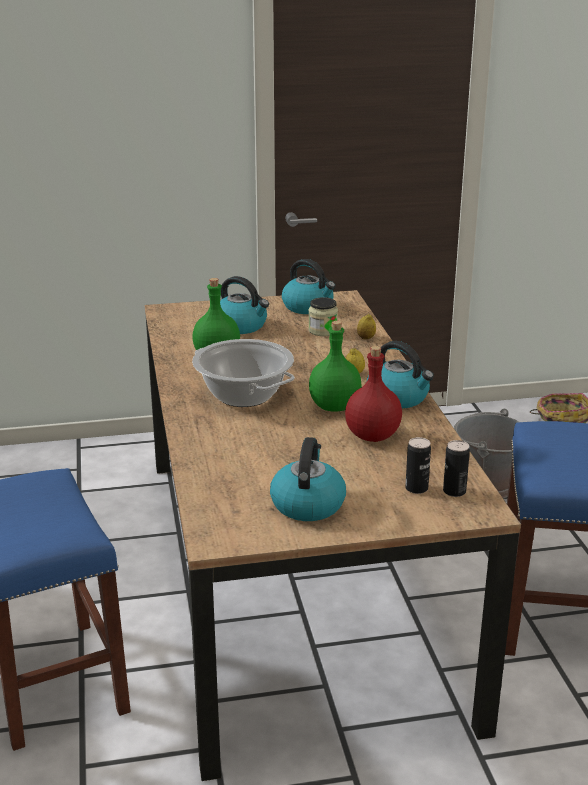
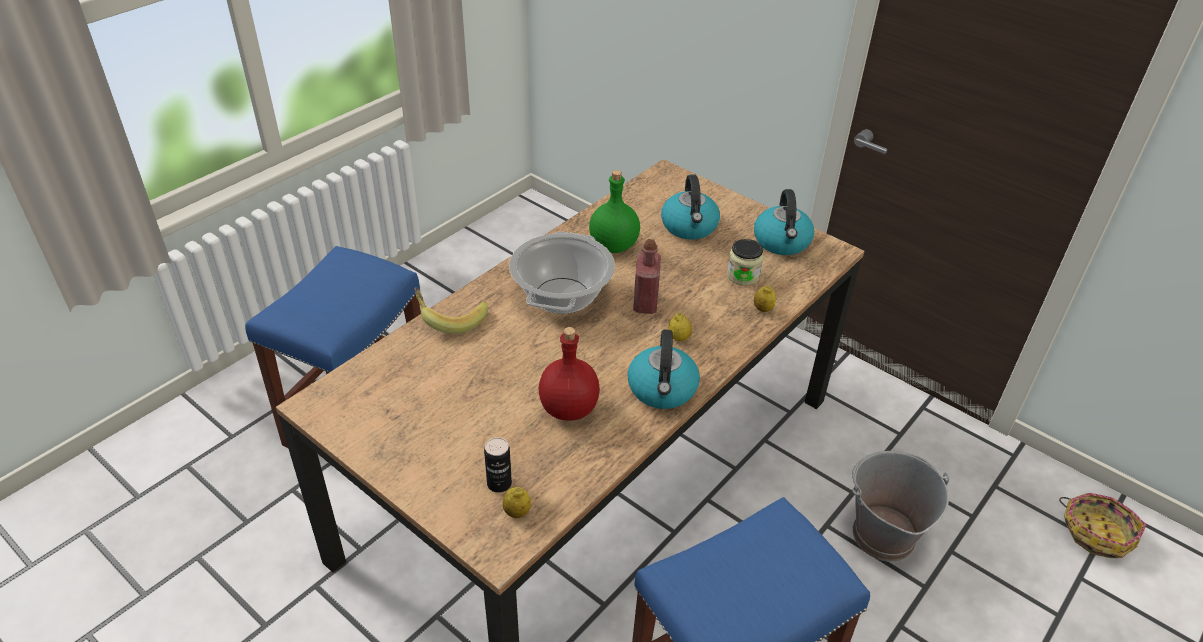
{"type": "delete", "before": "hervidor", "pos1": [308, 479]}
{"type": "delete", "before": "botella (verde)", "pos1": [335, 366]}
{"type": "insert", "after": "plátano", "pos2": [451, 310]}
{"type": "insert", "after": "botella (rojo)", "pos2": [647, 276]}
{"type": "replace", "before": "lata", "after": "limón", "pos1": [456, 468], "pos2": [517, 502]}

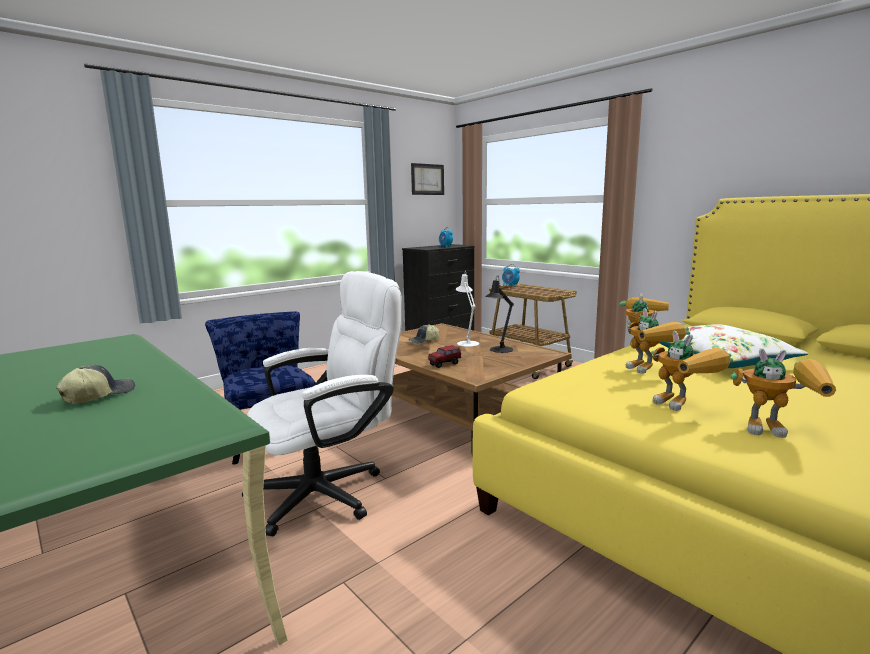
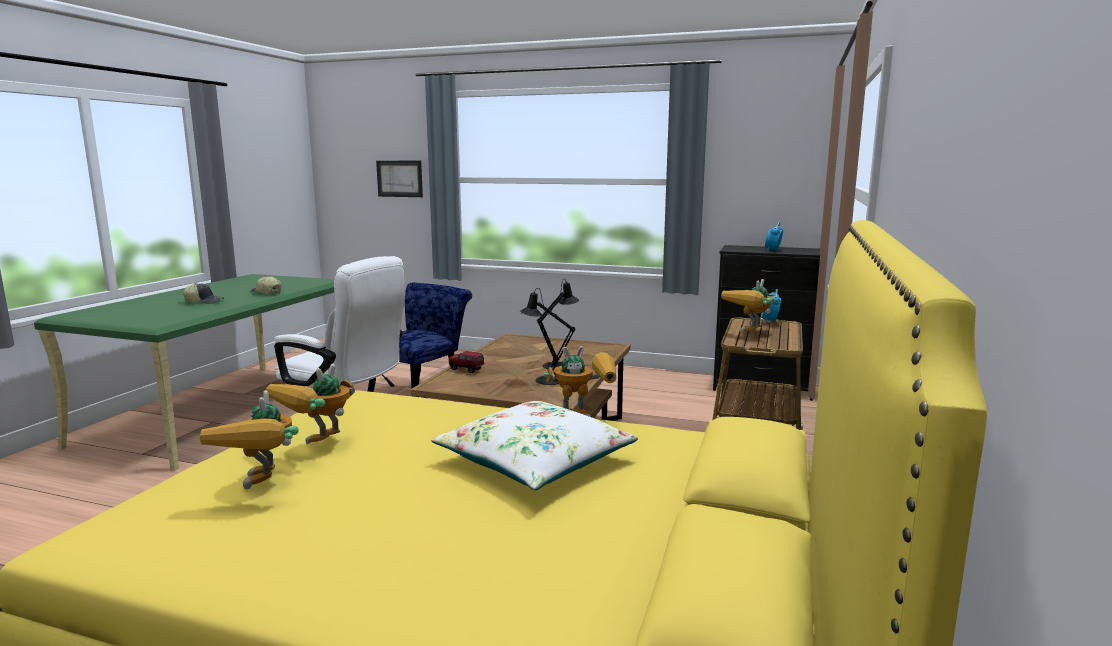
{"type": "move", "before": "gorra", "pos1": [423, 334], "pos2": [266, 285]}
{"type": "move", "before": "cuadro", "pos1": [427, 179], "pos2": [399, 179]}
{"type": "move", "before": "robot de juguete", "pos1": [658, 341], "pos2": [747, 306]}
{"type": "recolor", "before": "lámpara de mesa (blanco)", "after": "lámpara de mesa (negro)", "pos1": [467, 310], "pos2": [558, 324]}

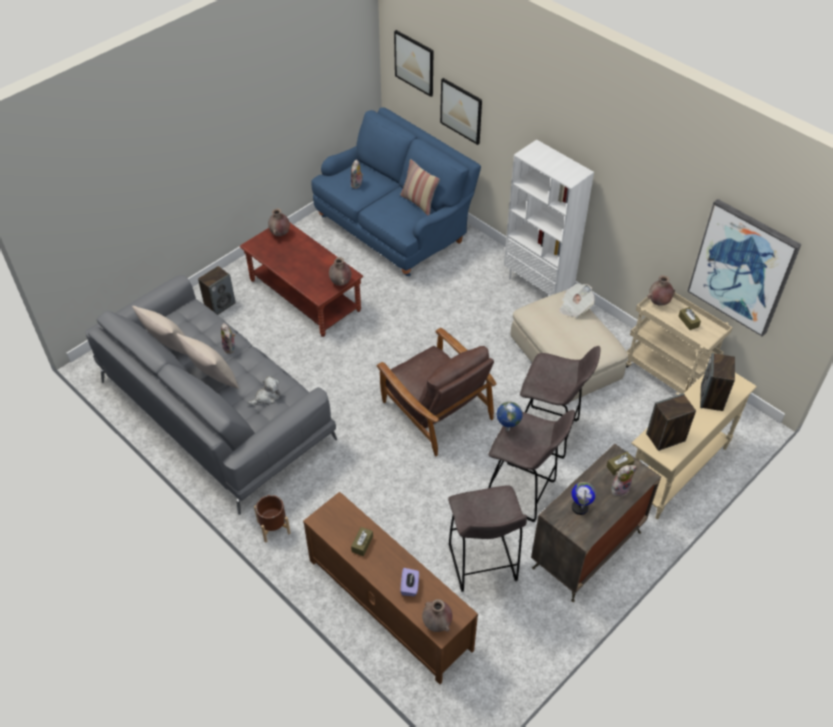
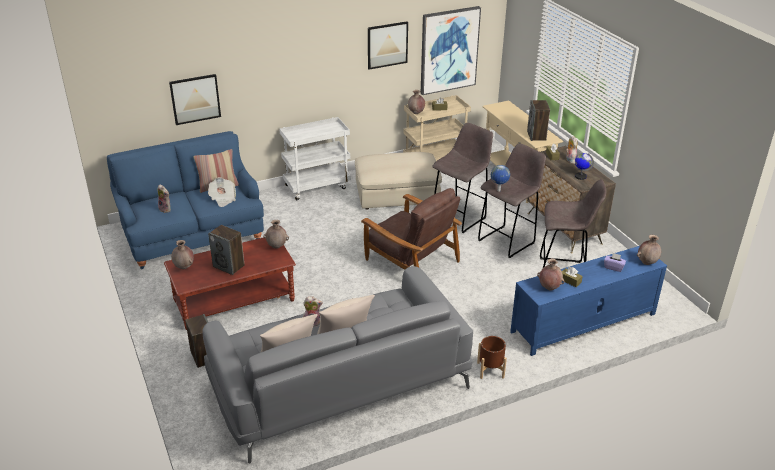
{"type": "delete", "before": "peluche", "pos1": [264, 391]}
{"type": "insert", "after": "florero (marrón)", "pos2": [551, 274]}
{"type": "move", "before": "cuadro", "pos1": [414, 63], "pos2": [388, 45]}
{"type": "move", "before": "periódico", "pos1": [577, 300], "pos2": [222, 192]}
{"type": "move", "before": "altavoz", "pos1": [717, 382], "pos2": [226, 250]}
{"type": "replace", "before": "estantería (blanco)", "after": "carrito (blanco)", "pos1": [549, 217], "pos2": [315, 158]}
{"type": "recolor", "before": "mueble de televisión (marrón)", "after": "mueble de televisión (azul)", "pos1": [390, 588], "pos2": [588, 301]}
{"type": "rotate", "before": "sillón (marrón)", "pos1": [437, 392], "pos2": [411, 229], "turn": 60}

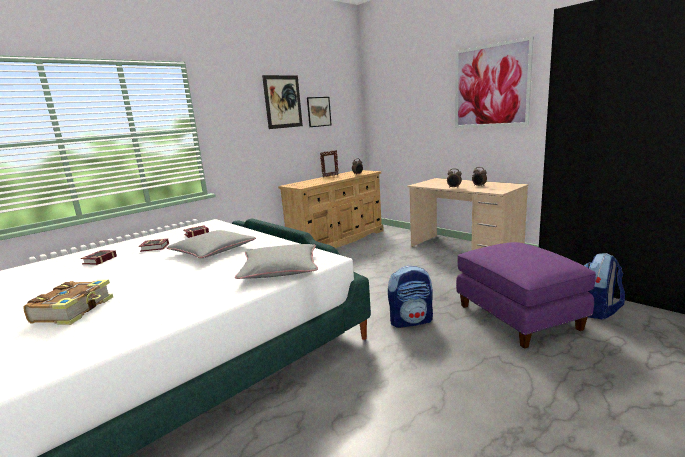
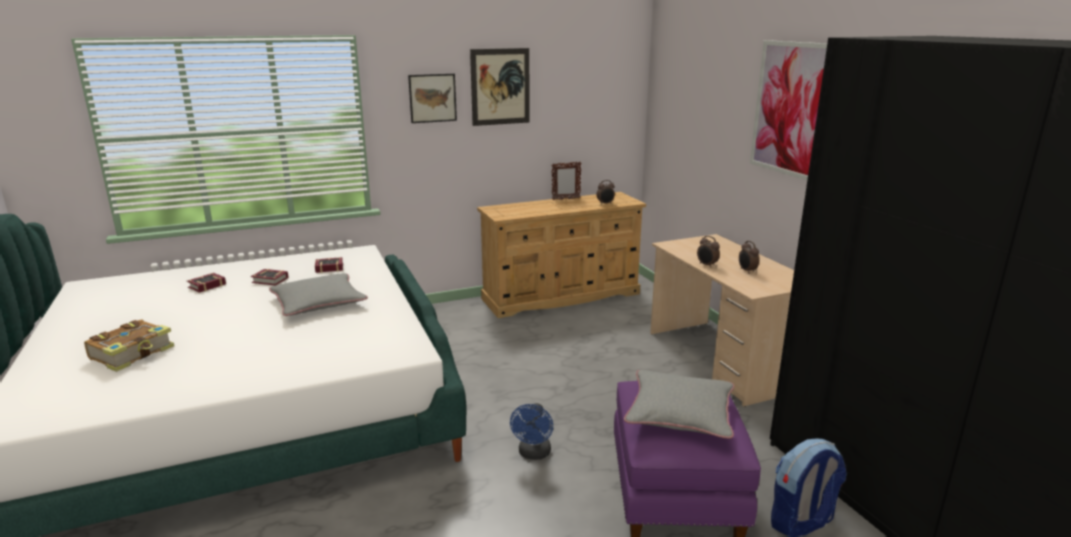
{"type": "move", "before": "cojín (gris)", "pos1": [276, 261], "pos2": [679, 404]}
{"type": "move", "before": "cuadro", "pos1": [319, 112], "pos2": [432, 98]}
{"type": "replace", "before": "mochila", "after": "ventilador (azul)", "pos1": [410, 297], "pos2": [531, 431]}

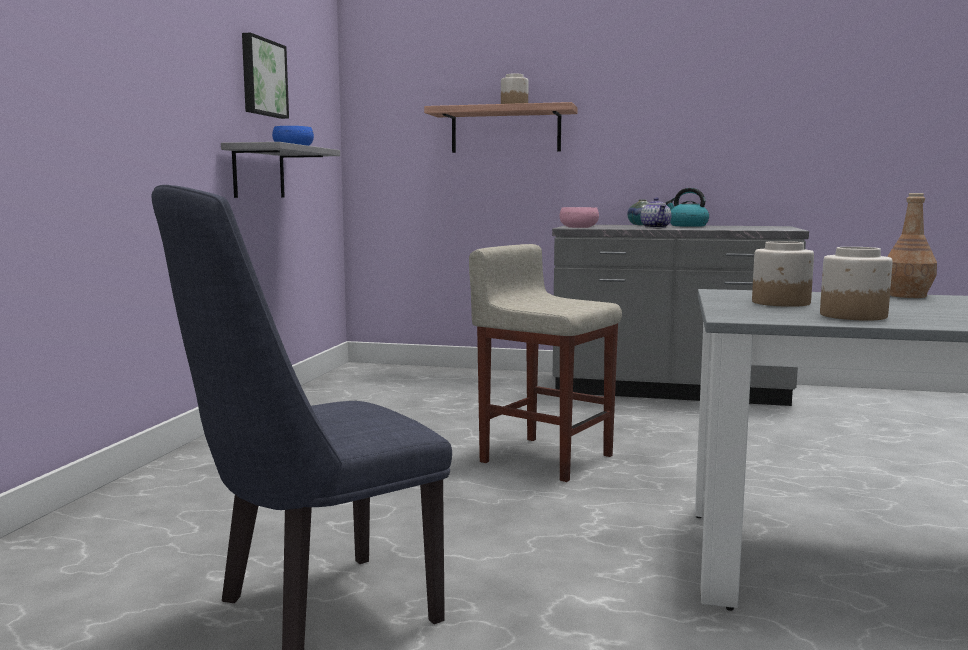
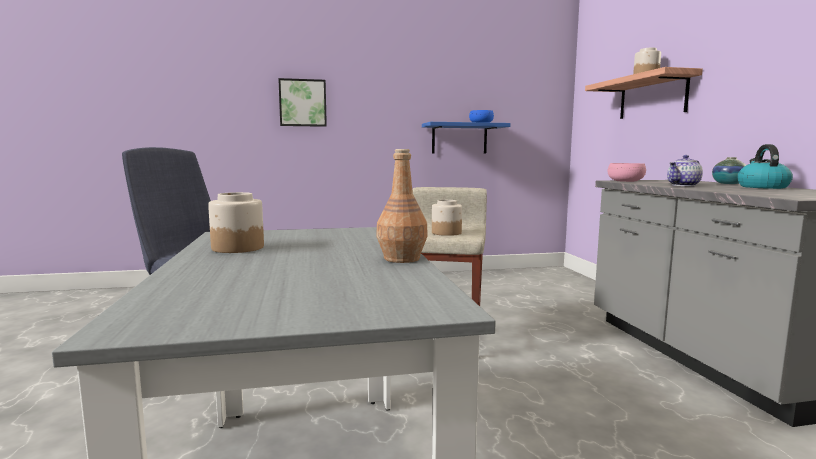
{"type": "move", "before": "cuadro", "pos1": [265, 75], "pos2": [302, 102]}
{"type": "move", "before": "tarro", "pos1": [783, 274], "pos2": [447, 218]}
{"type": "recolor", "before": "estante (gris)", "after": "estante (azul)", "pos1": [280, 170], "pos2": [466, 138]}

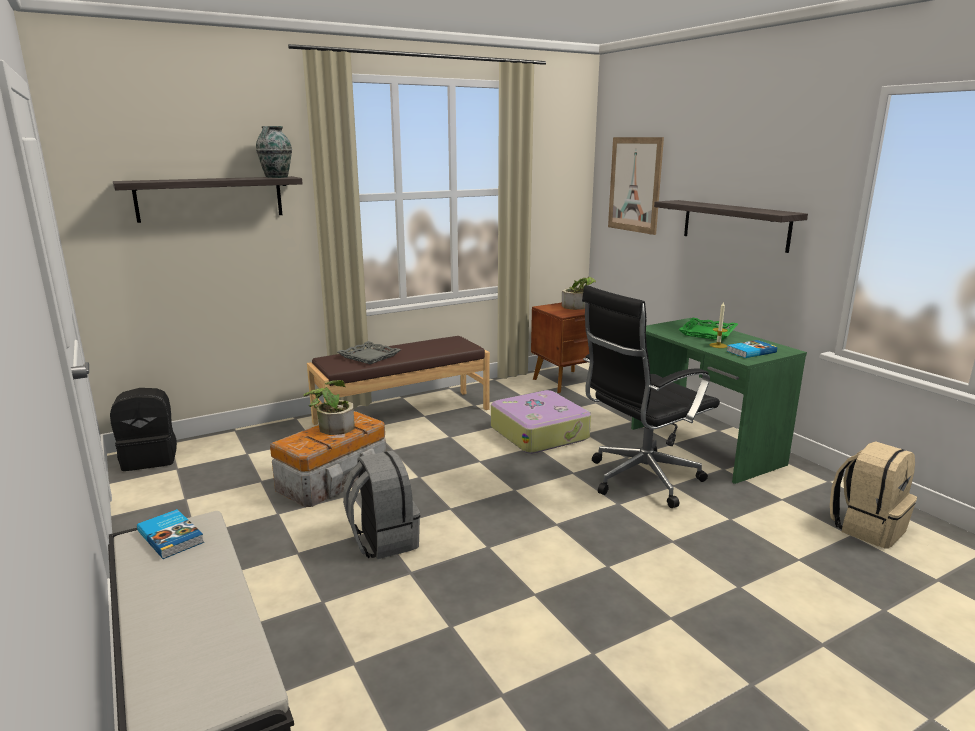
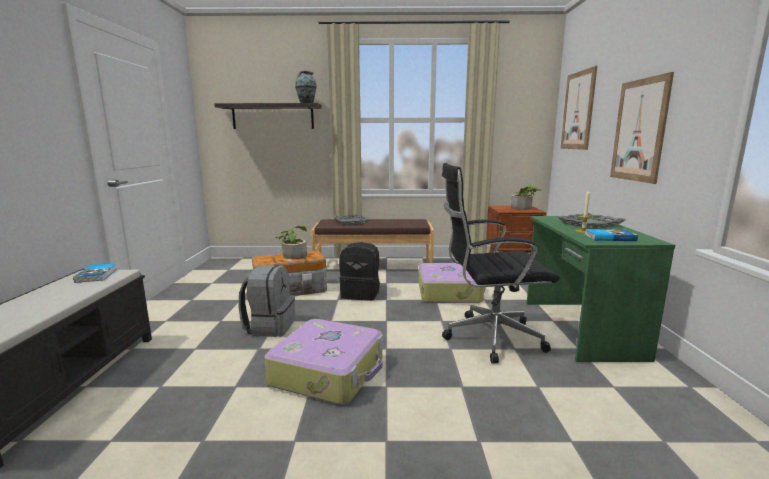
{"type": "delete", "before": "mochila (beis)", "pos1": [873, 495]}
{"type": "insert", "after": "maleta", "pos2": [323, 361]}
{"type": "move", "before": "mochila (negro)", "pos1": [143, 429], "pos2": [359, 271]}
{"type": "replace", "before": "estante", "after": "cuadro", "pos1": [731, 226], "pos2": [642, 128]}
{"type": "recolor", "before": "bandeja (verde)", "after": "bandeja (gris)", "pos1": [708, 329], "pos2": [592, 221]}

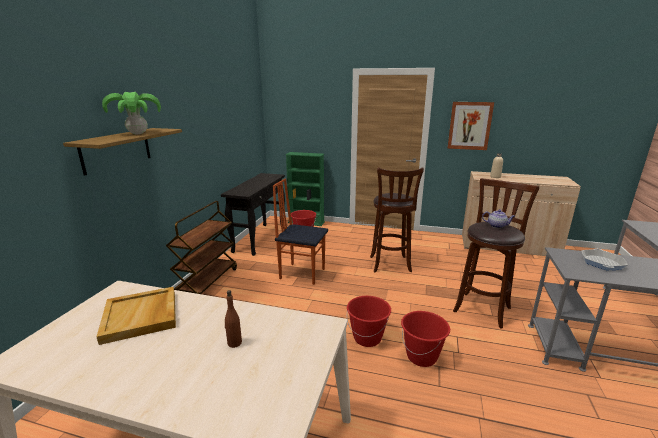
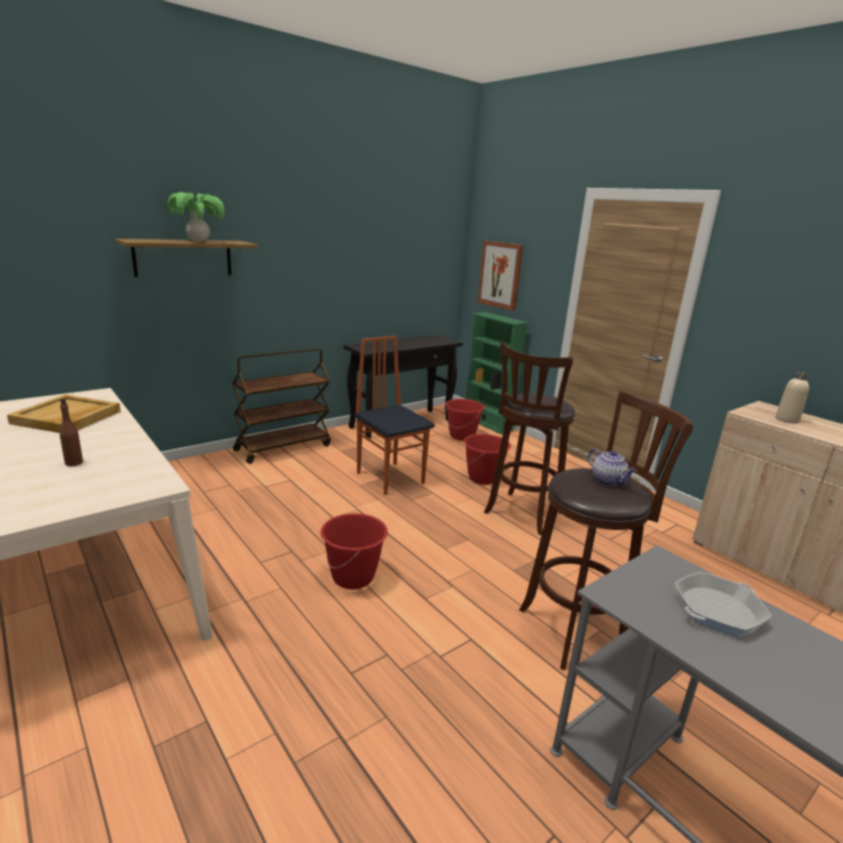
{"type": "move", "before": "cubo (rojo)", "pos1": [425, 339], "pos2": [487, 459]}
{"type": "move", "before": "cuadro", "pos1": [471, 126], "pos2": [500, 276]}

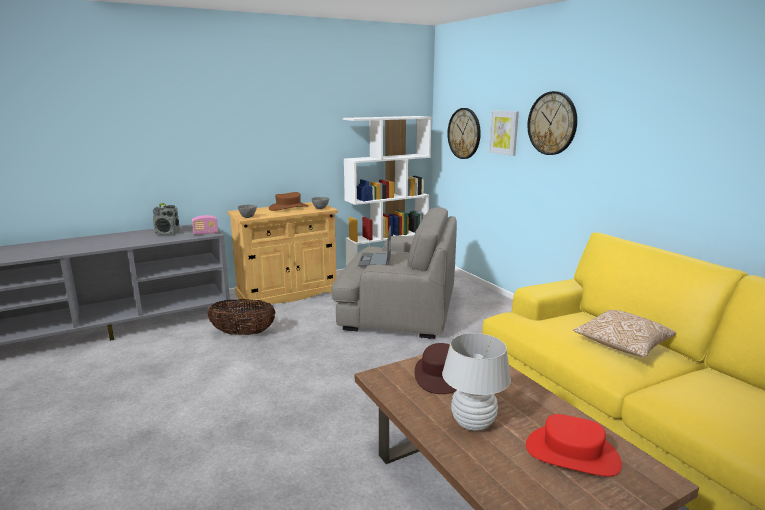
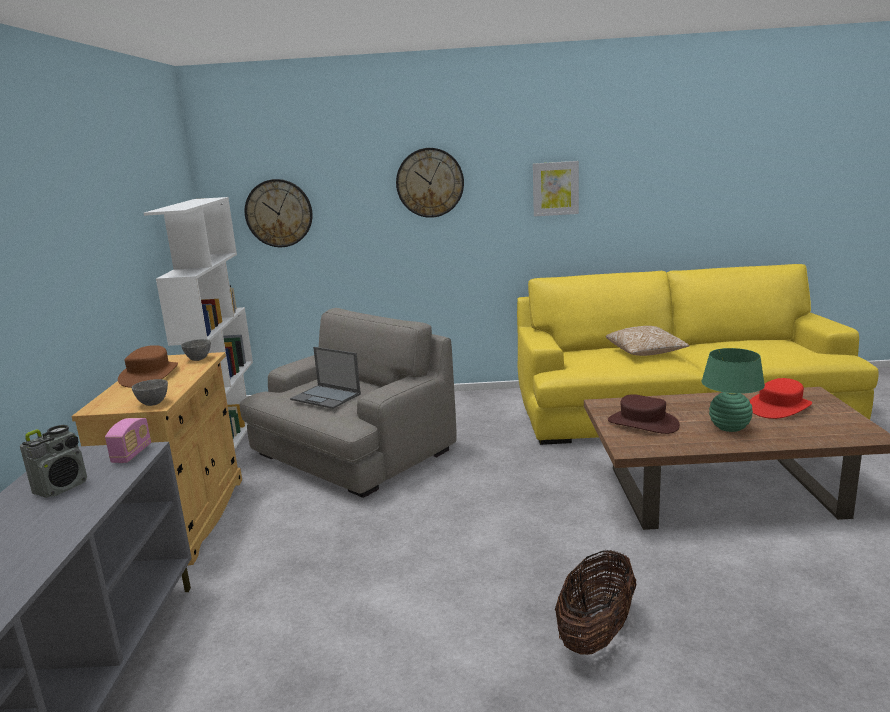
{"type": "move", "before": "cesta", "pos1": [241, 317], "pos2": [595, 602]}
{"type": "move", "before": "cuadro", "pos1": [504, 133], "pos2": [556, 188]}
{"type": "recolor", "before": "lámpara de mesa (blanco)", "after": "lámpara de mesa (verde)", "pos1": [476, 382], "pos2": [733, 390]}

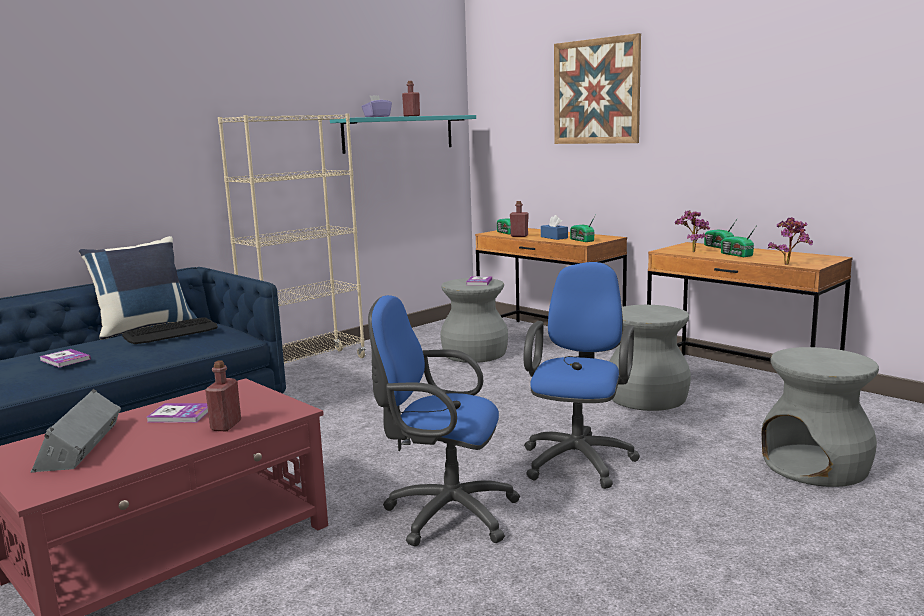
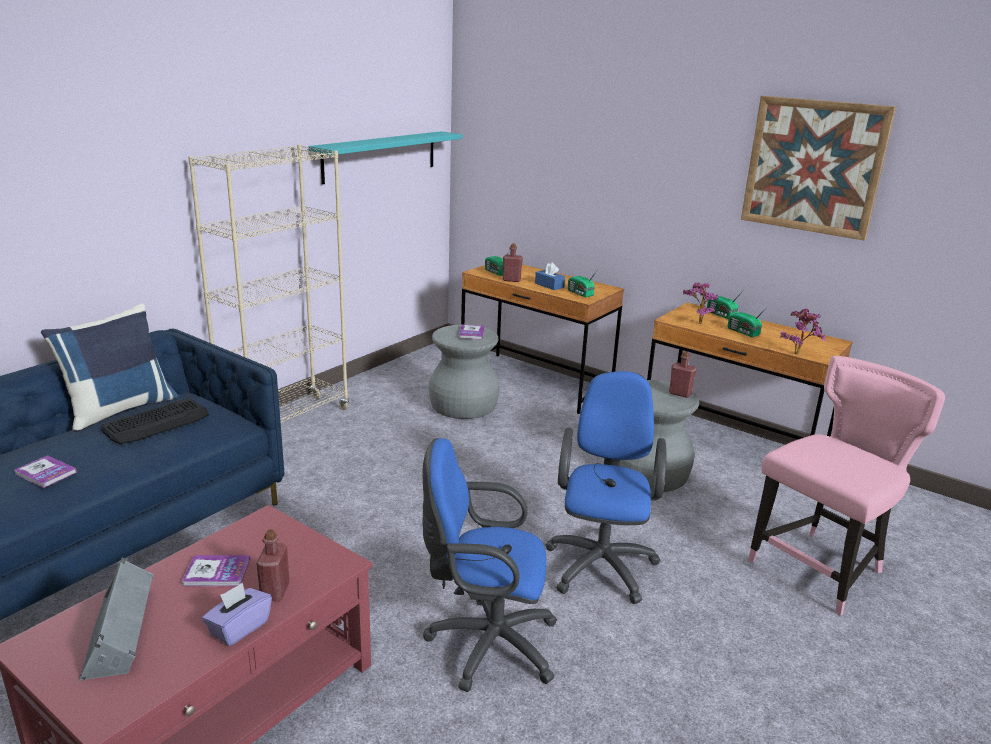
{"type": "move", "before": "caja de pañuelos (morado)", "pos1": [376, 106], "pos2": [237, 614]}
{"type": "move", "before": "botella (rojo)", "pos1": [411, 98], "pos2": [682, 374]}
{"type": "move", "before": "cuadro", "pos1": [597, 88], "pos2": [818, 168]}
{"type": "replace", "before": "taburete (gris)", "after": "silla (rosa)", "pos1": [820, 417], "pos2": [846, 486]}

